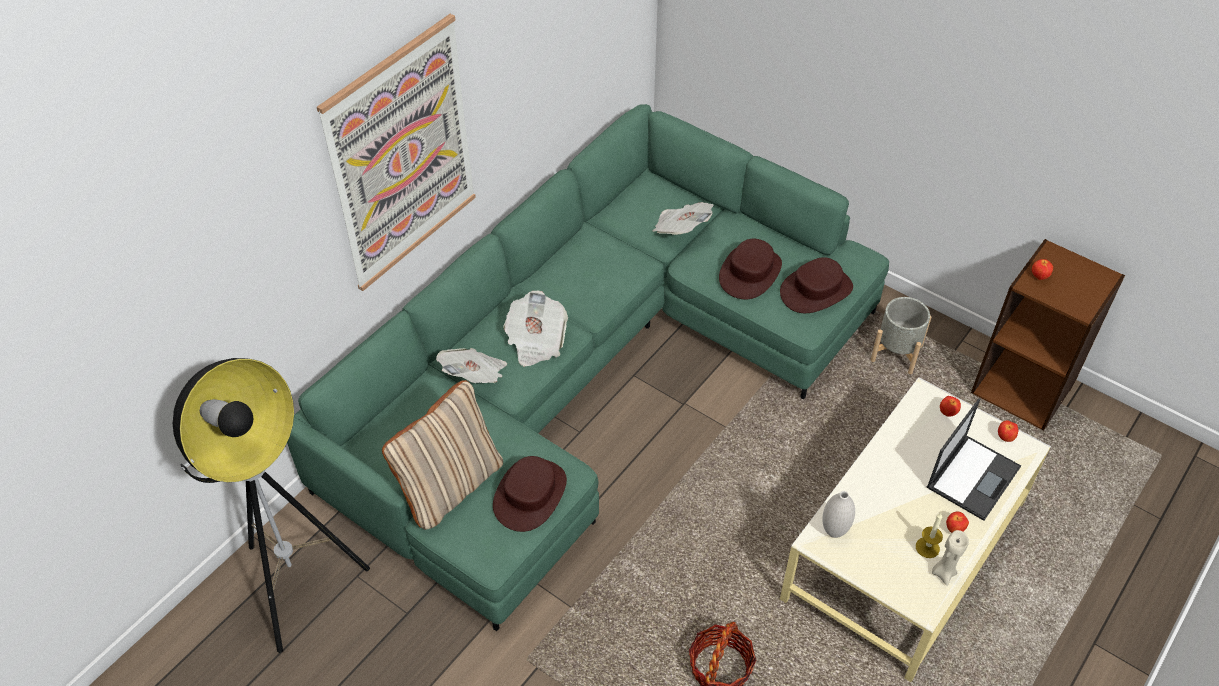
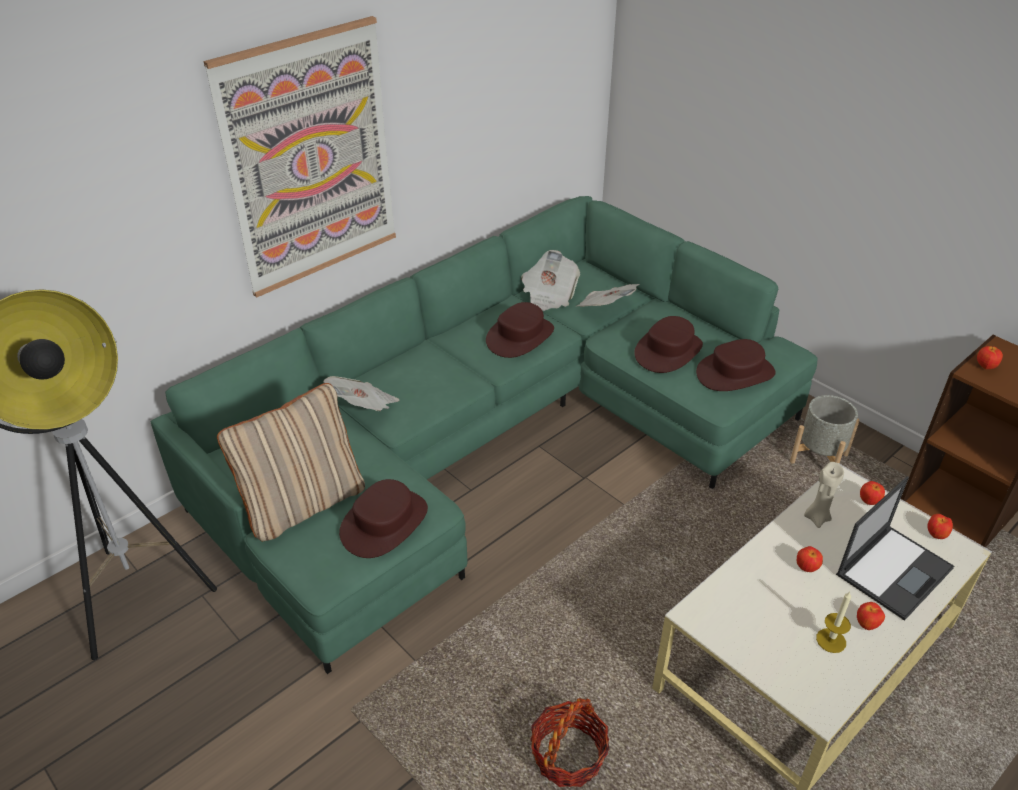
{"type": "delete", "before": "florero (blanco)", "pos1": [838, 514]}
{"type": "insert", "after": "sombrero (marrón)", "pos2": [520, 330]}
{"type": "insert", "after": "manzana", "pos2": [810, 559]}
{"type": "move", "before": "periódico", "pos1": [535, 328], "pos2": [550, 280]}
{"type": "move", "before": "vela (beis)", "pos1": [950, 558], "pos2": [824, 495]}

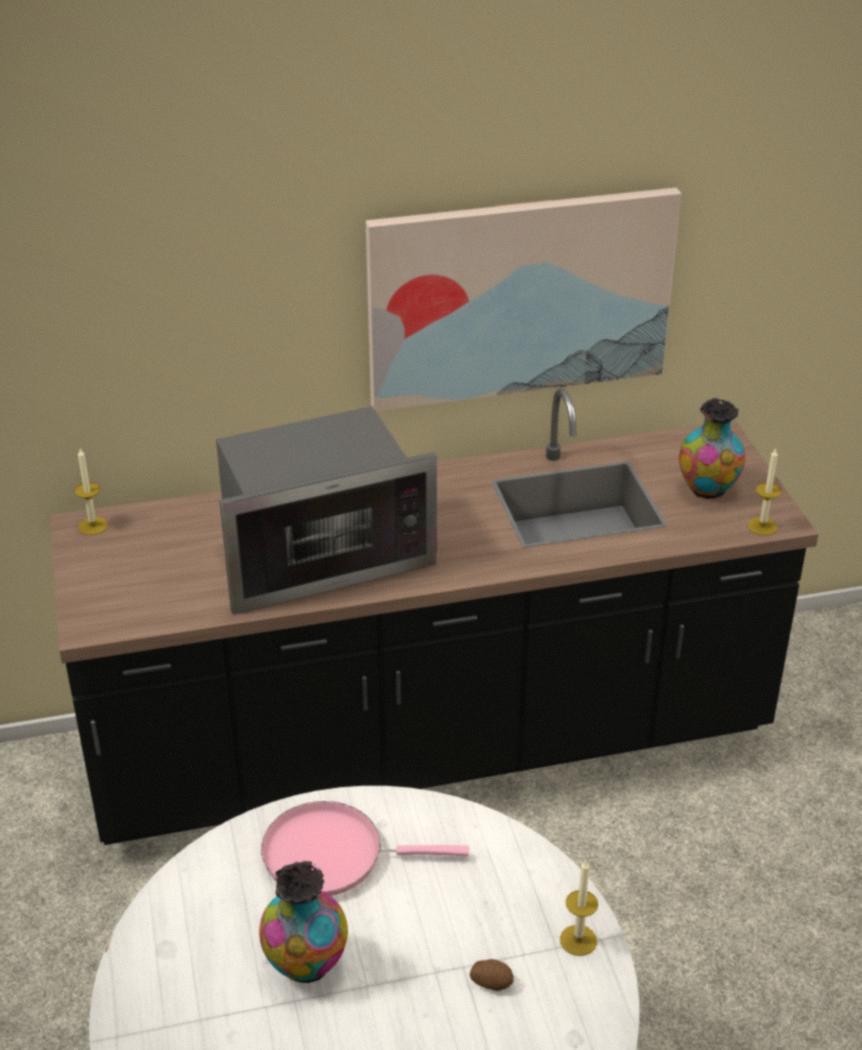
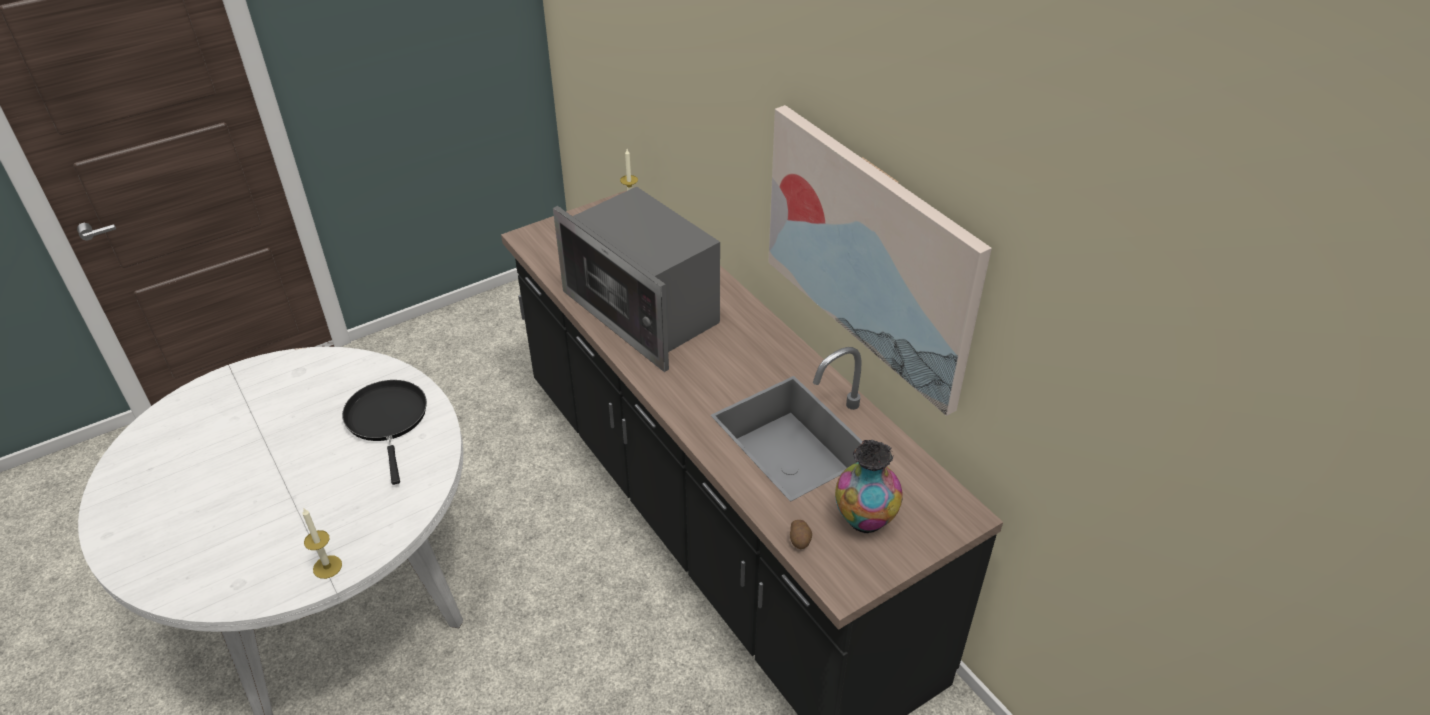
{"type": "delete", "before": "florero", "pos1": [303, 922]}
{"type": "delete", "before": "vela", "pos1": [764, 492]}
{"type": "move", "before": "patata", "pos1": [492, 975], "pos2": [801, 534]}
{"type": "recolor", "before": "sartén (rosa)", "after": "sartén (negro)", "pos1": [365, 848], "pos2": [384, 432]}

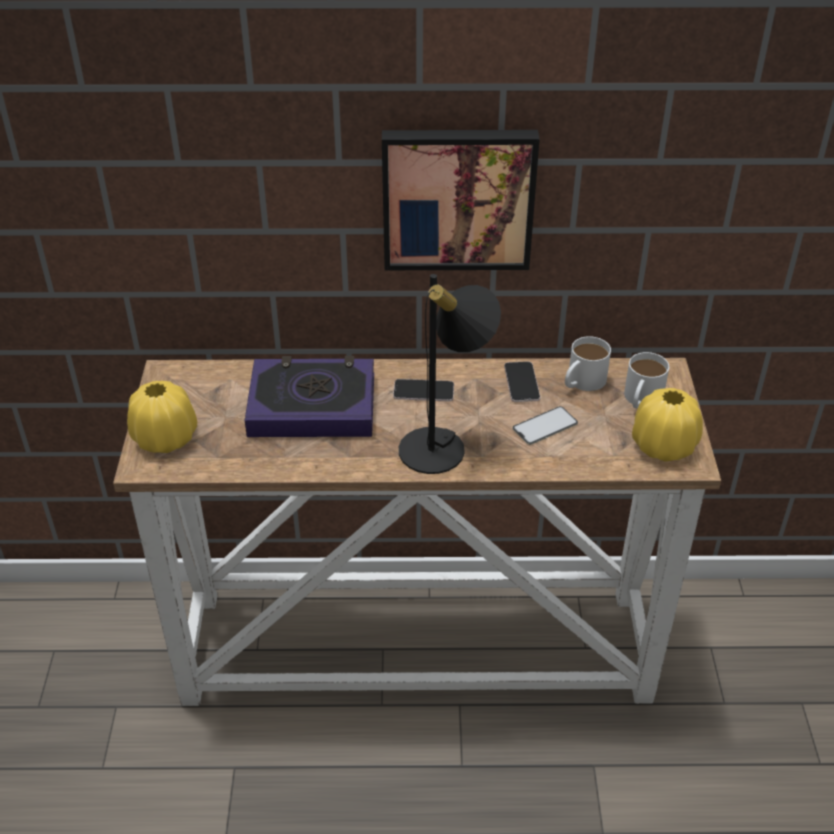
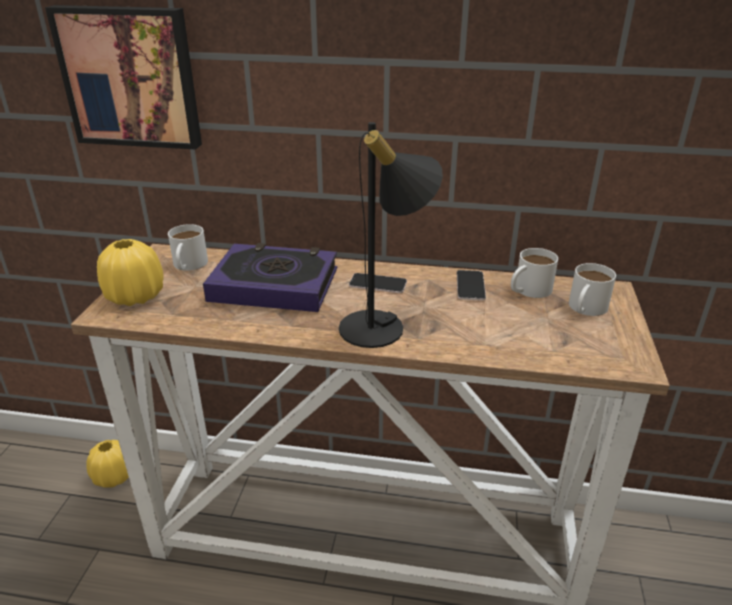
{"type": "delete", "before": "móvil", "pos1": [545, 425]}
{"type": "insert", "after": "taza grande (blanco)", "pos2": [188, 247]}
{"type": "move", "before": "cuadro", "pos1": [461, 200], "pos2": [123, 77]}
{"type": "move", "before": "florero (amarillo)", "pos1": [667, 425], "pos2": [107, 464]}

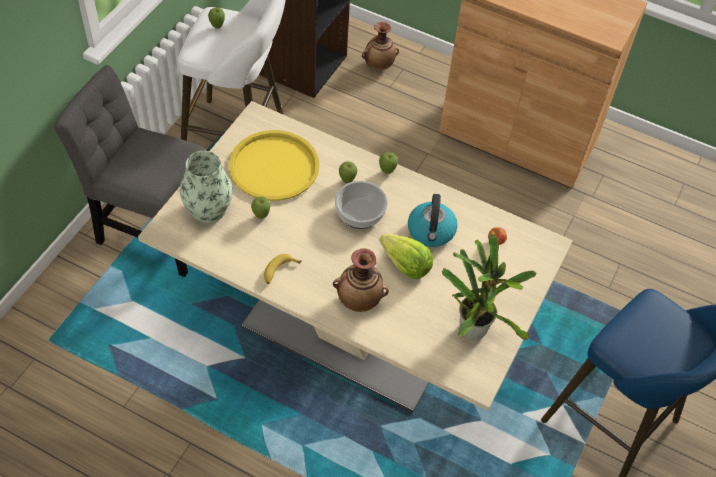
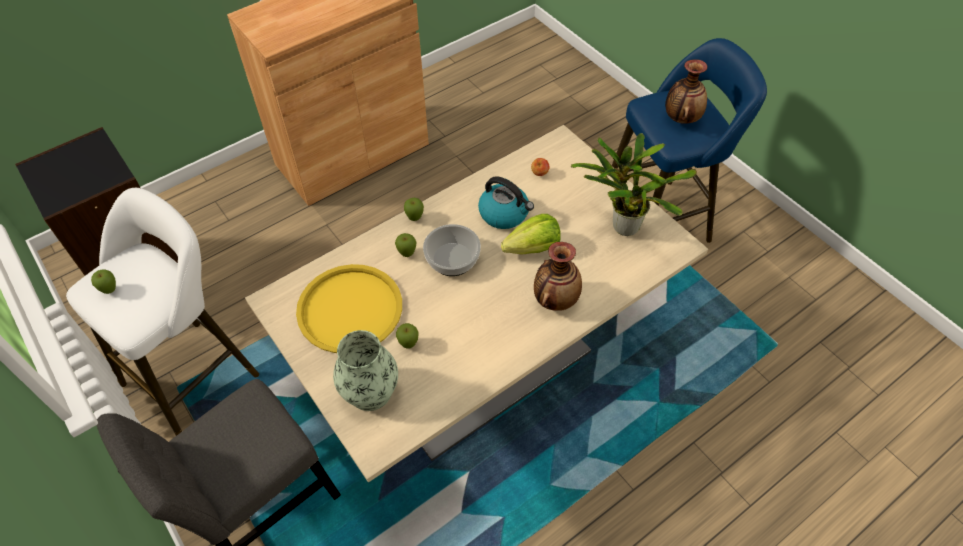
{"type": "delete", "before": "plátano", "pos1": [283, 269]}
{"type": "move", "before": "florero", "pos1": [380, 46], "pos2": [686, 91]}

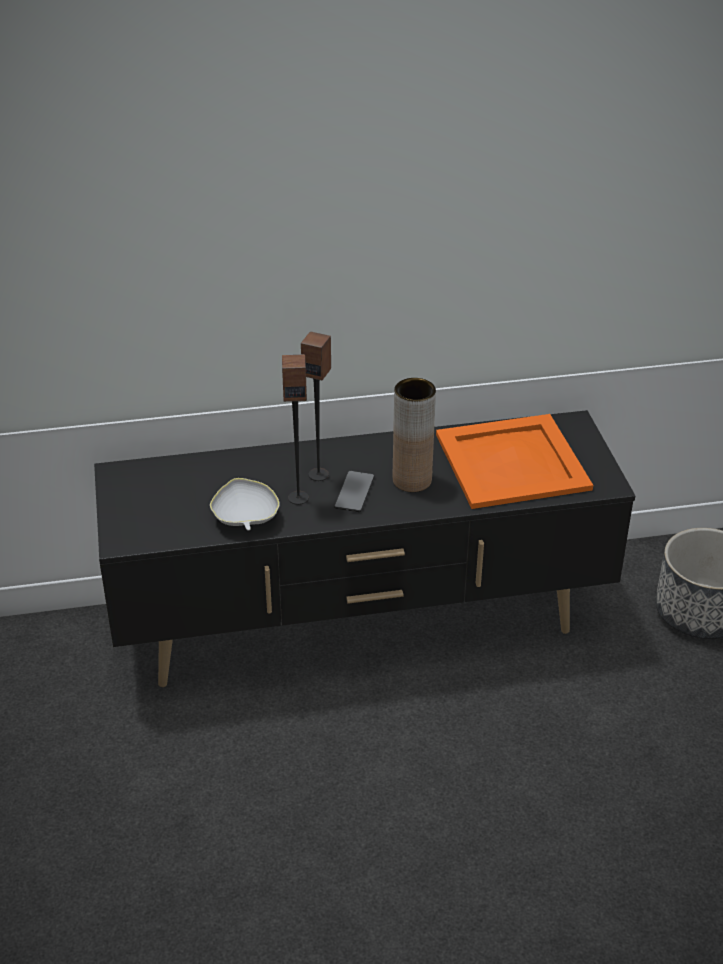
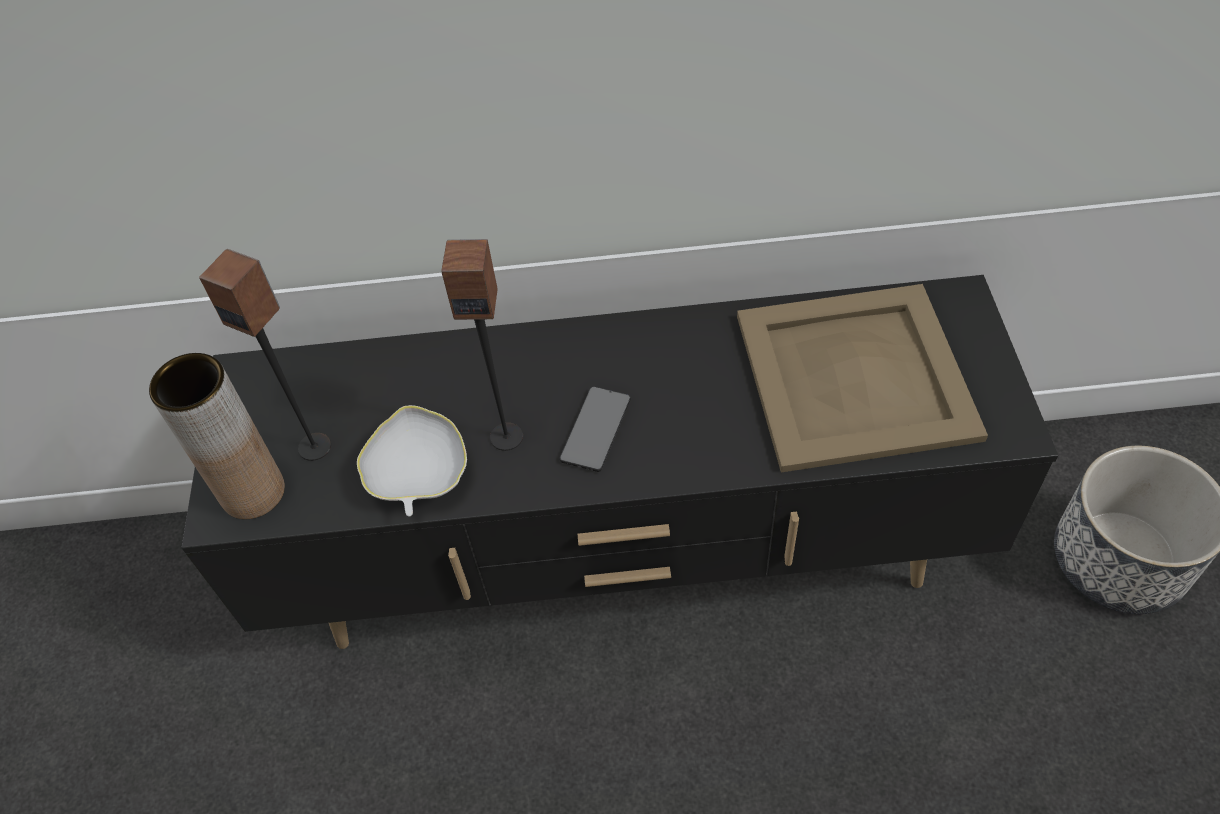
{"type": "move", "before": "altavoz", "pos1": [316, 406], "pos2": [265, 354]}
{"type": "move", "before": "florero (marrón)", "pos1": [414, 435], "pos2": [217, 436]}
{"type": "recolor", "before": "bandeja (naranja)", "after": "bandeja (beis)", "pos1": [514, 461], "pos2": [862, 378]}

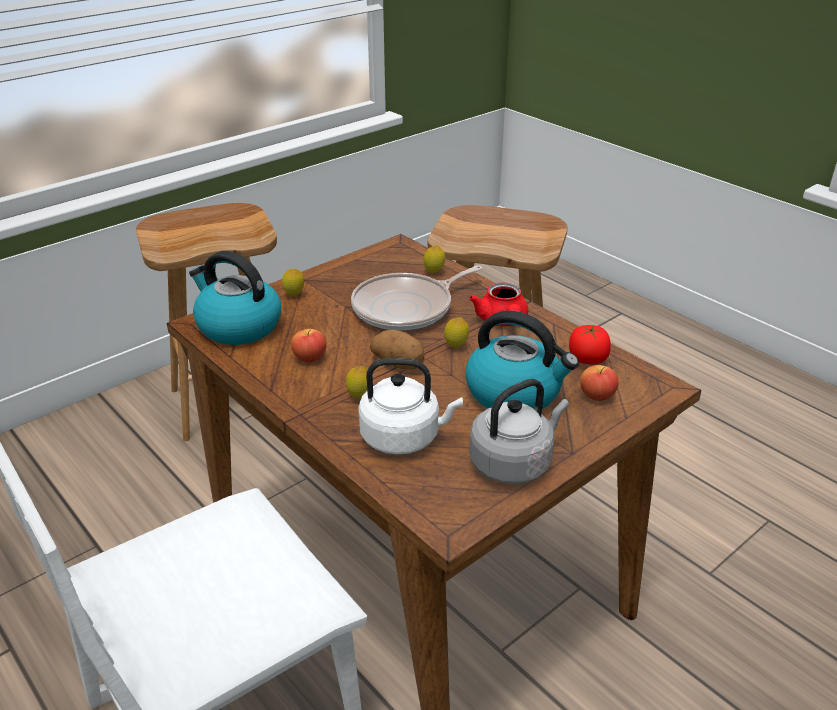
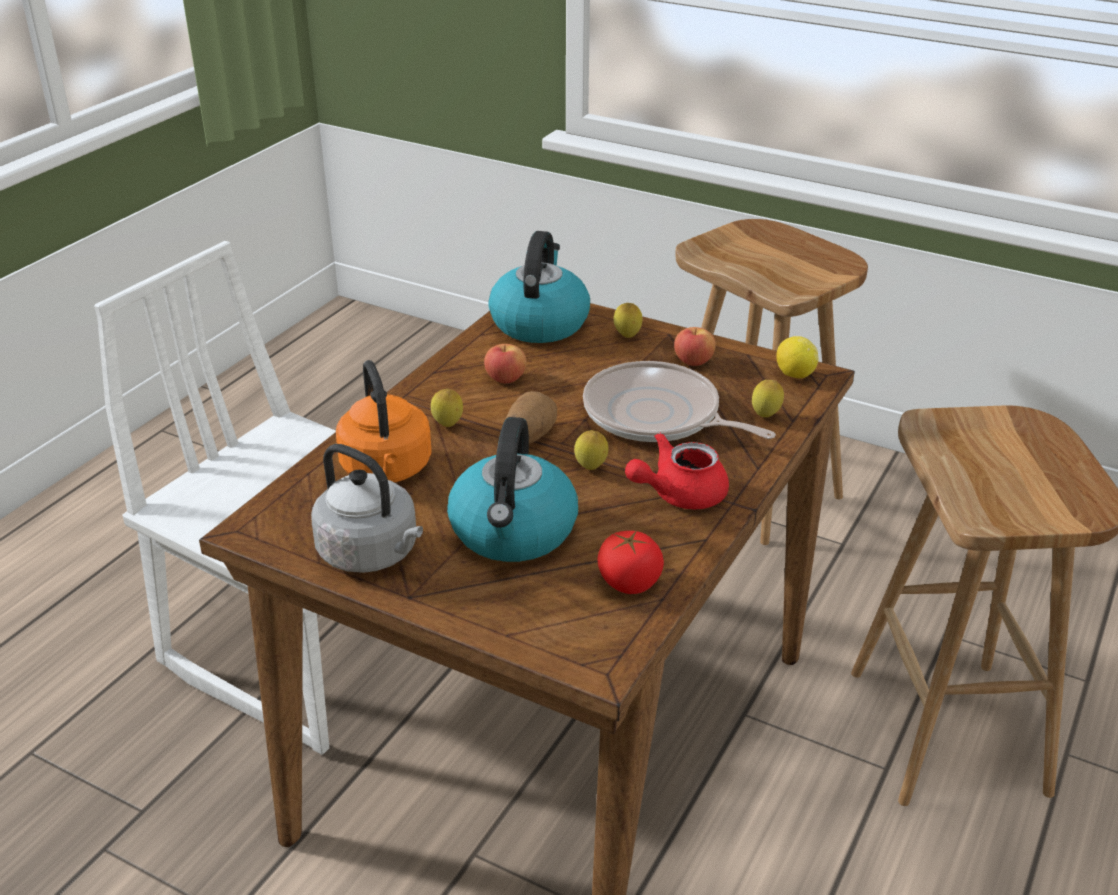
{"type": "insert", "after": "limón", "pos2": [797, 357]}
{"type": "move", "before": "manzana", "pos1": [599, 383], "pos2": [695, 346]}
{"type": "recolor", "before": "hervidor (blanco)", "after": "hervidor (naranja)", "pos1": [410, 406], "pos2": [384, 421]}

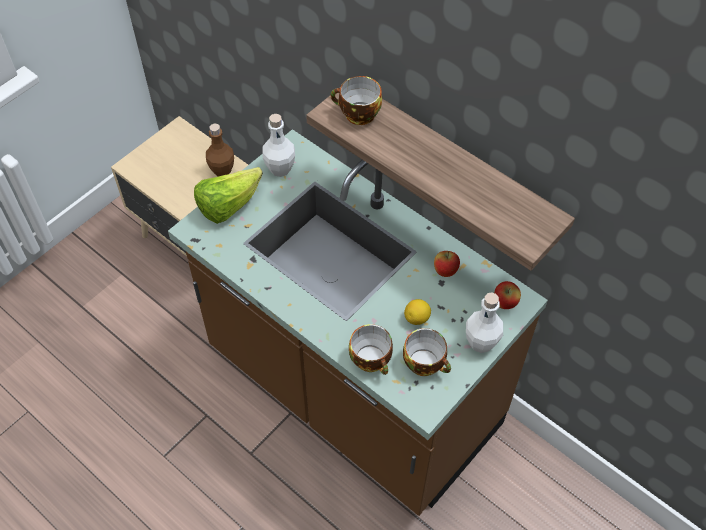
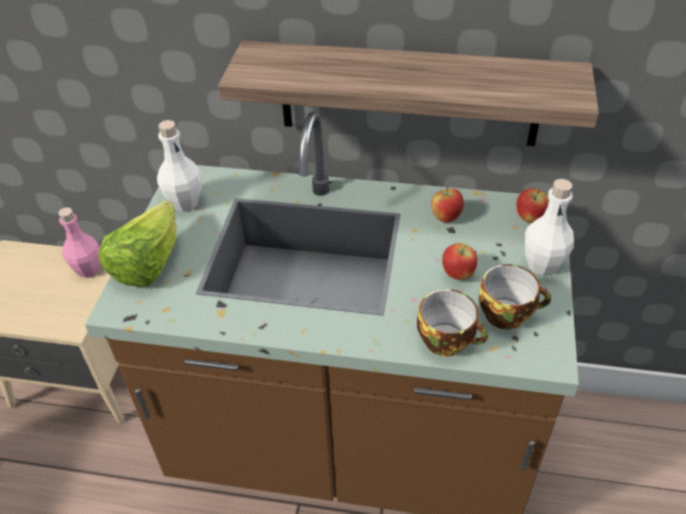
{"type": "delete", "before": "taza", "pos1": [356, 100]}
{"type": "replace", "before": "limón", "after": "manzana", "pos1": [417, 312], "pos2": [459, 261]}
{"type": "recolor", "before": "botella (marrón)", "after": "botella (rosa)", "pos1": [220, 149], "pos2": [79, 242]}

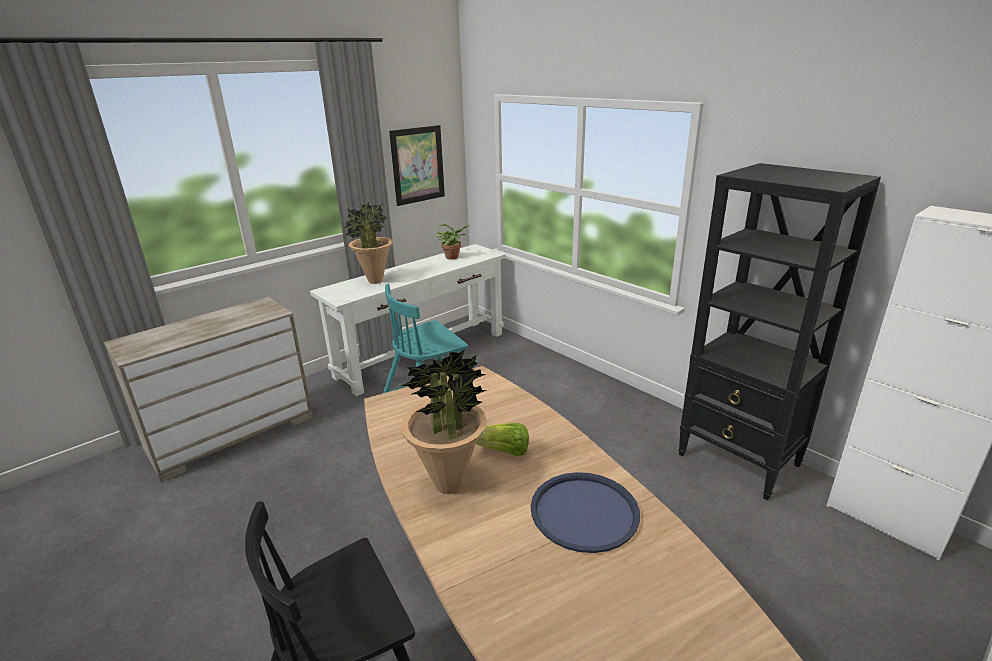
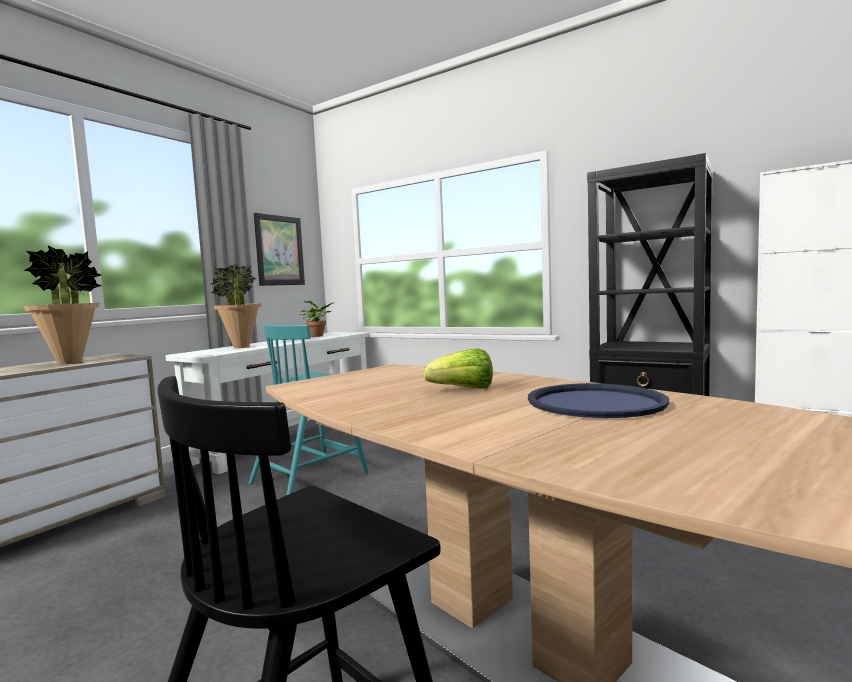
{"type": "move", "before": "planta en maceta", "pos1": [444, 422], "pos2": [62, 305]}

